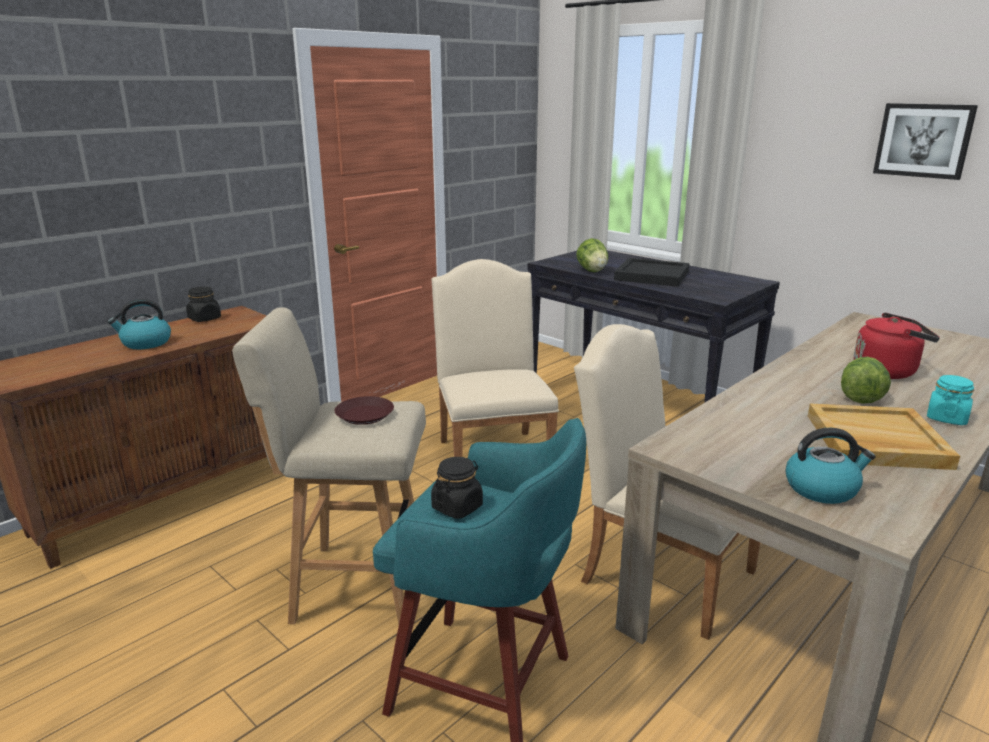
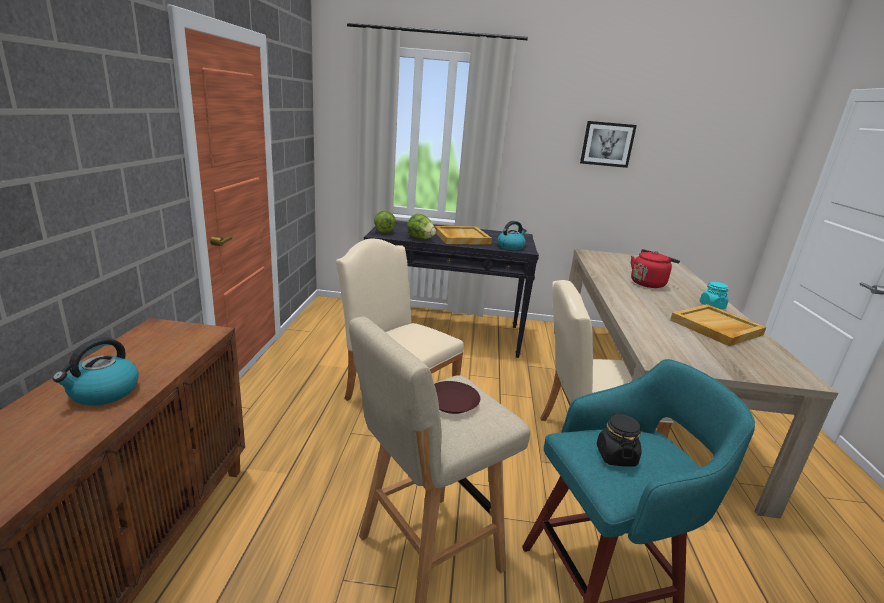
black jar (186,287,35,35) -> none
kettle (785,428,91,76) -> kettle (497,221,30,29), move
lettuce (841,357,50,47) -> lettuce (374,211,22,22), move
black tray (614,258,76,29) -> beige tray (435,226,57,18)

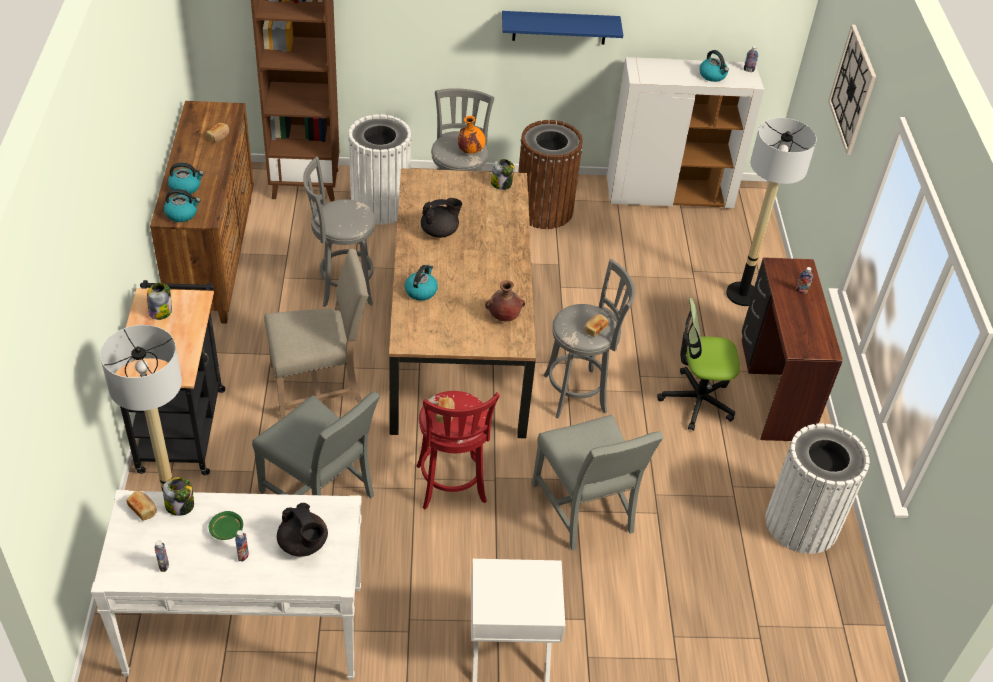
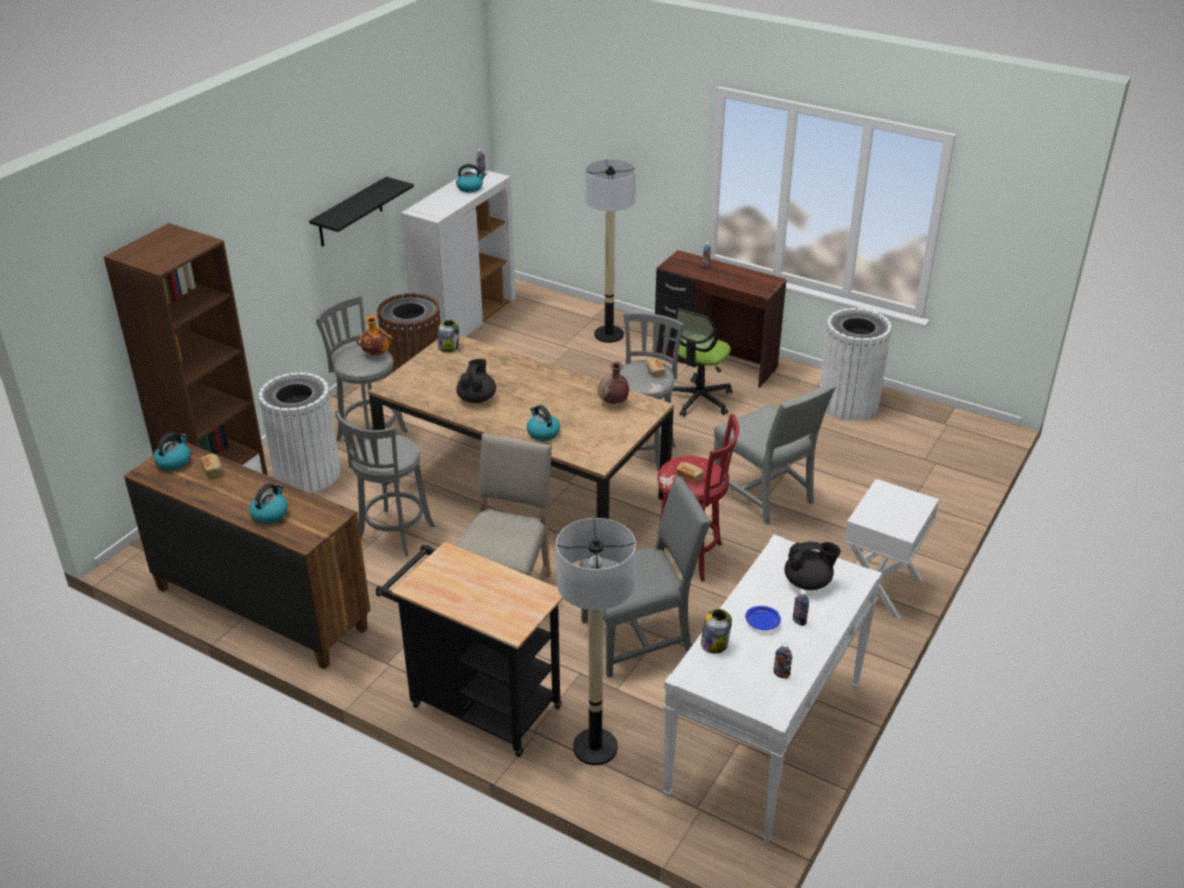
bread (126,491,31,30) -> none
jar (147,283,25,37) -> none
wall clock (828,24,48,131) -> none
kettle (164,189,37,33) -> kettle (153,432,38,39), move
green plate (209,511,34,29) -> blue plate (745,606,36,24)
blue shelf (502,11,121,34) -> black shelf (309,177,105,70)
grey chair (532,415,131,135) -> grey chair (714,383,122,142), 45 degrees clockwise

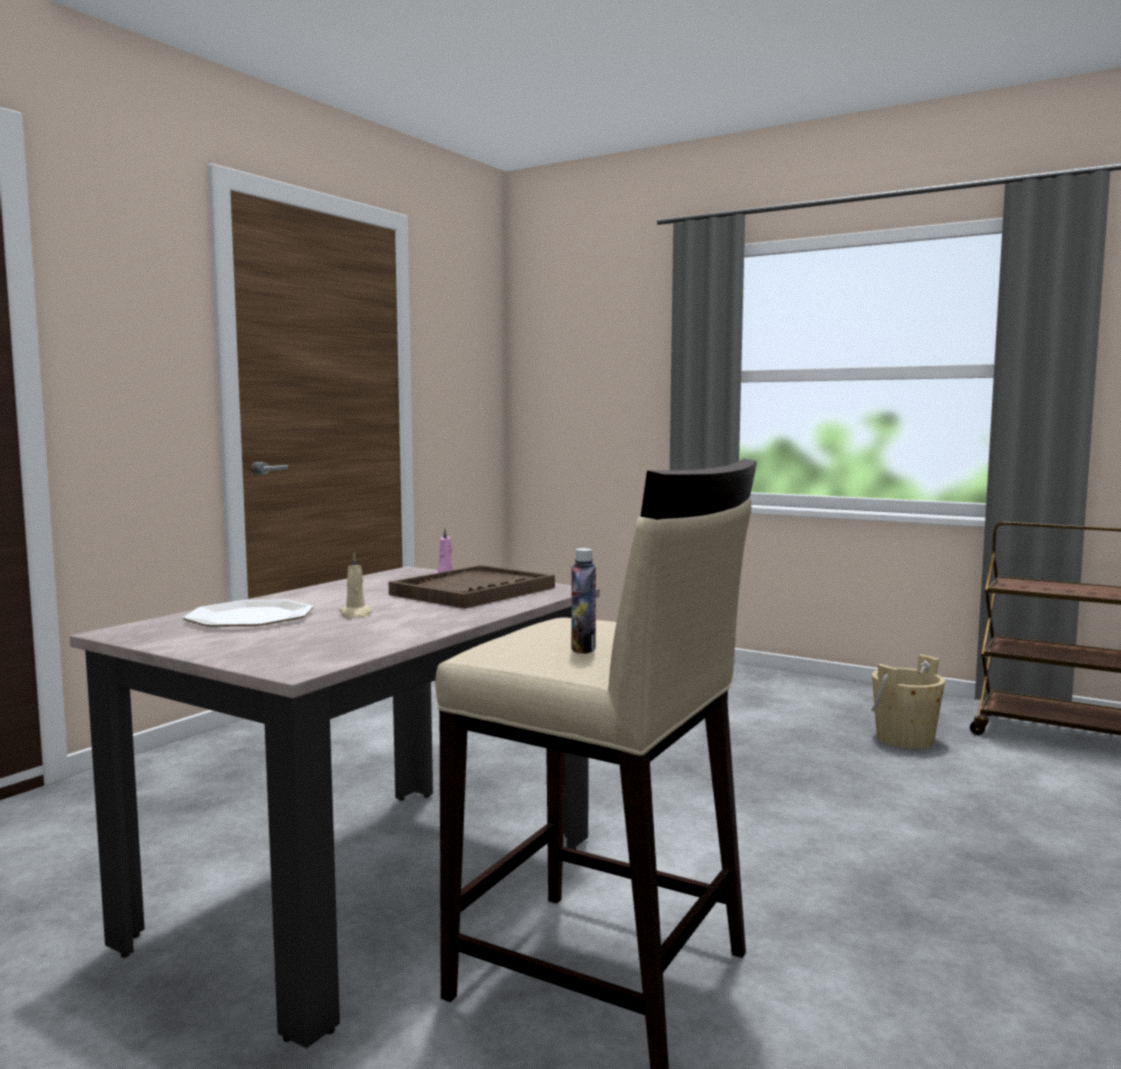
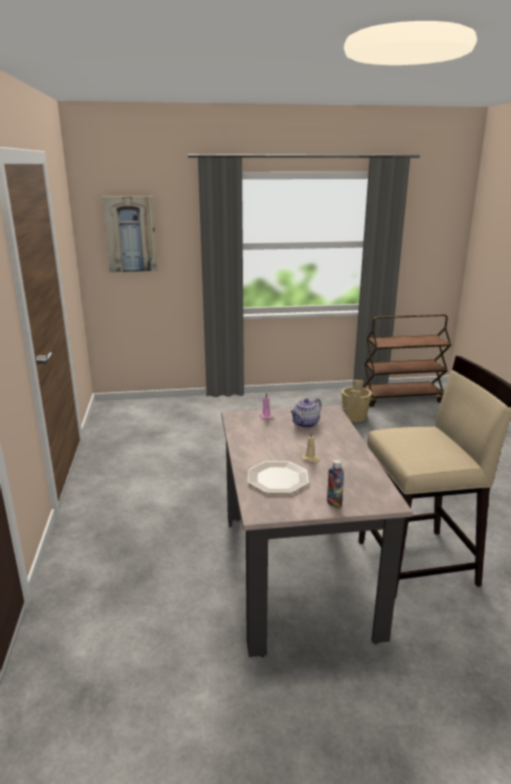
none -> picture (102,196,56,76)
bottle (571,548,25,106) -> bottle (327,460,17,48), move
brown tray (389,565,166,44) -> teapot (291,398,31,30)

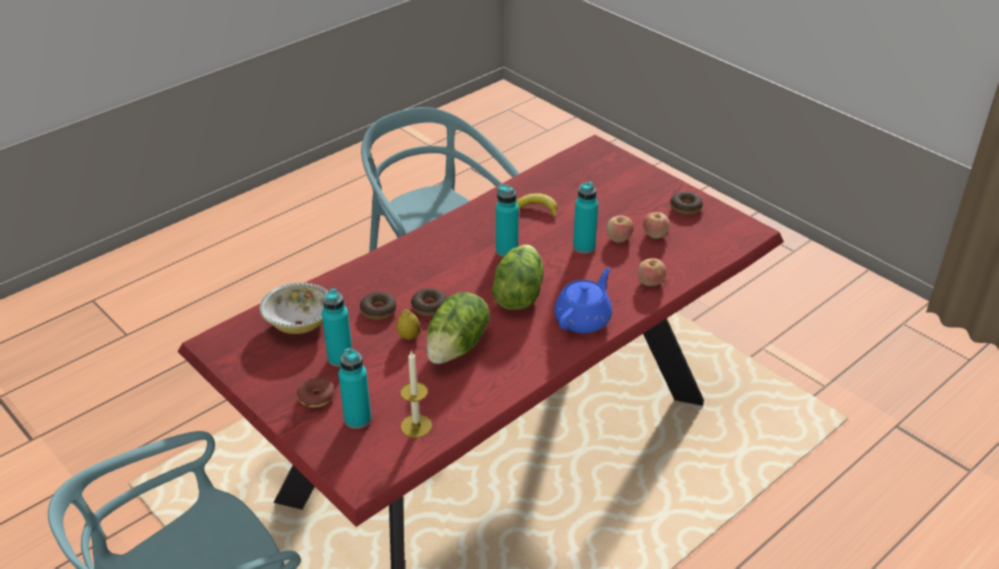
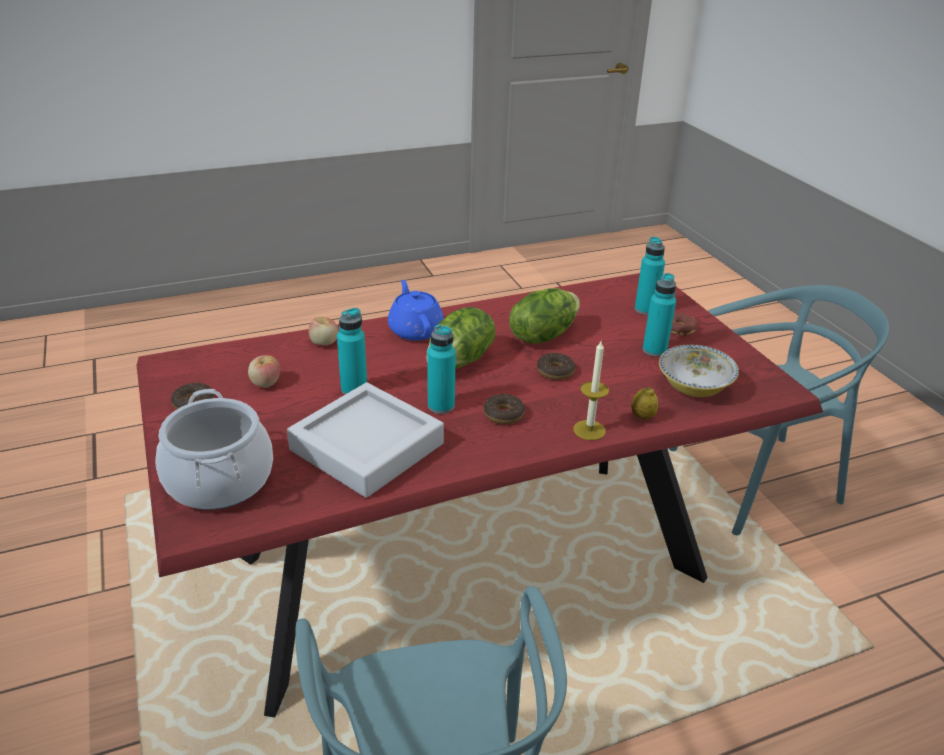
apple (606,215,28,28) -> none
none -> cooking pot (155,389,118,121)
donut (360,292,36,28) -> donut (483,394,42,30), move
lemon (397,310,24,30) -> lemon (631,387,27,33), move
candle (400,350,32,88) -> candle (573,341,36,99), move
banana (516,193,41,25) -> grey tray (287,382,157,116)
blue teapot (554,268,58,65) -> blue teapot (388,280,56,61), 105 degrees clockwise

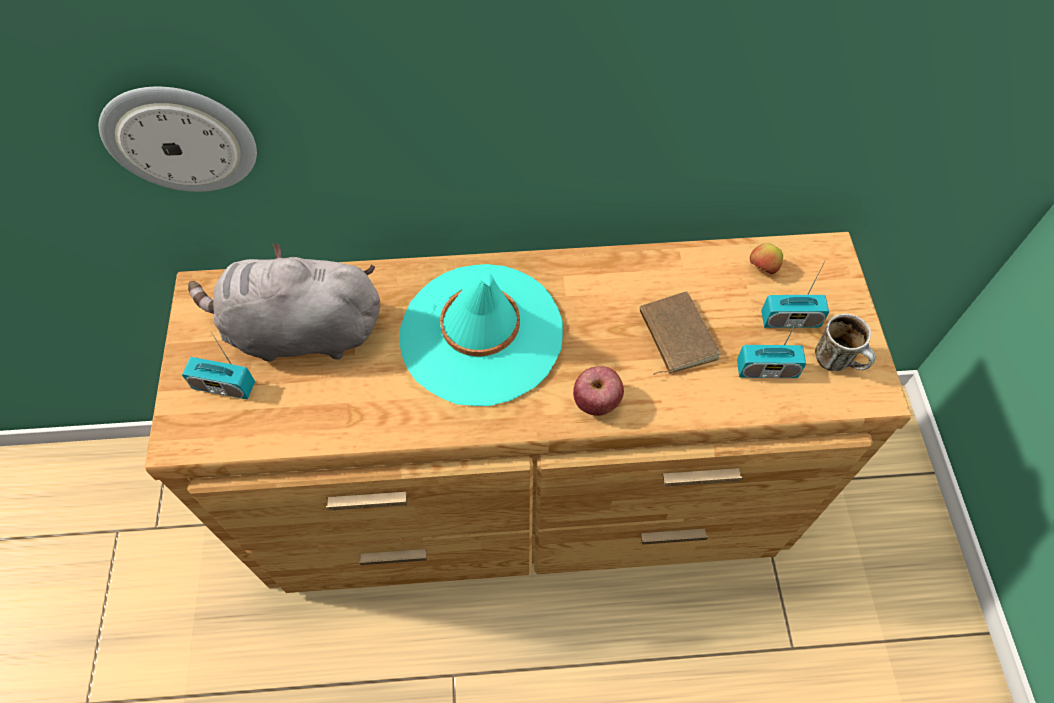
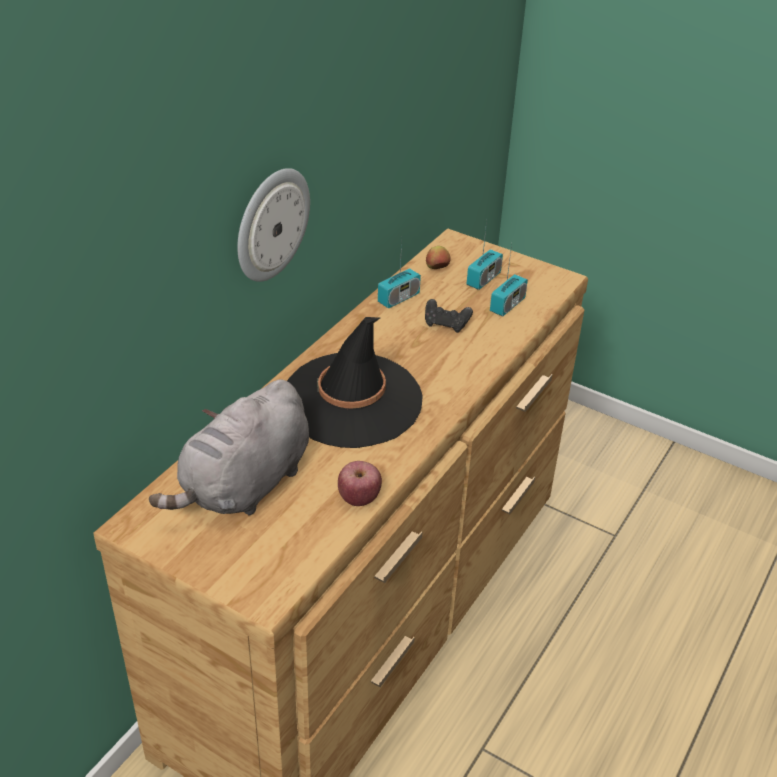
mug (815,314,60,57) -> none
wall clock (99,87,158,105) -> wall clock (237,168,73,114), move
radio (182,332,73,67) -> radio (378,241,43,67), move
apple (573,366,51,50) -> apple (338,461,44,45), move
brown book (640,291,81,84) -> black game controller (425,299,48,34)
turquoise hat (399,264,164,142) -> black hat (287,317,136,131)

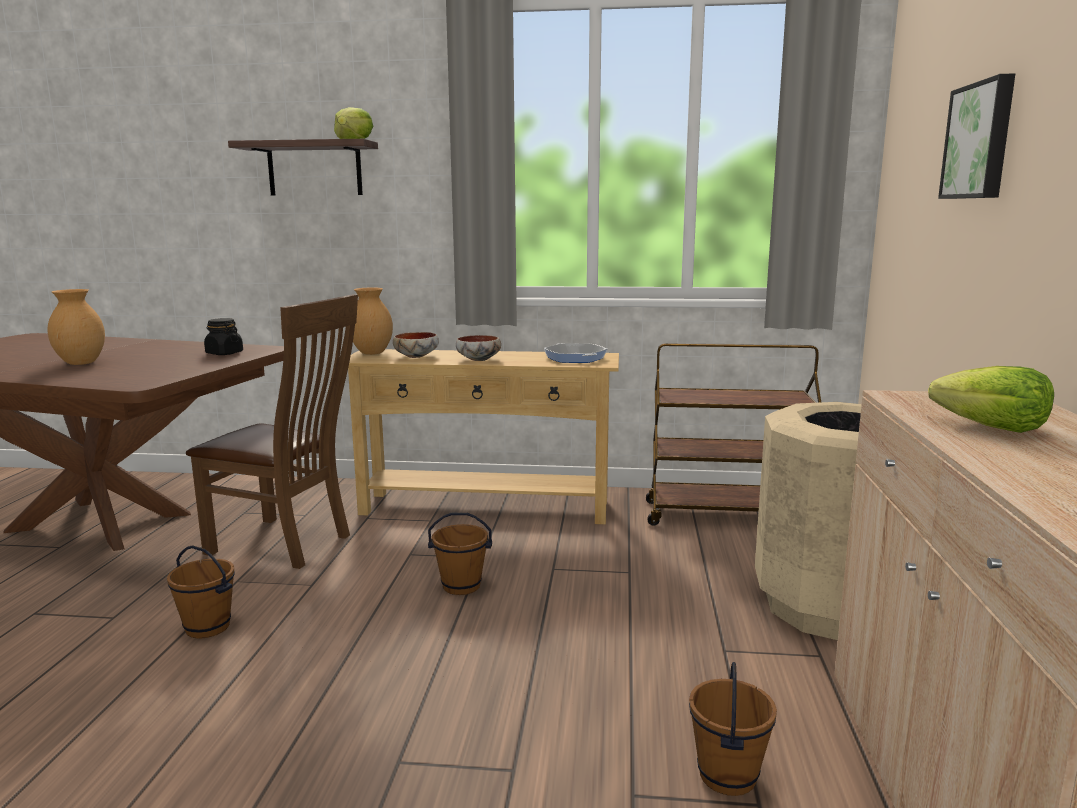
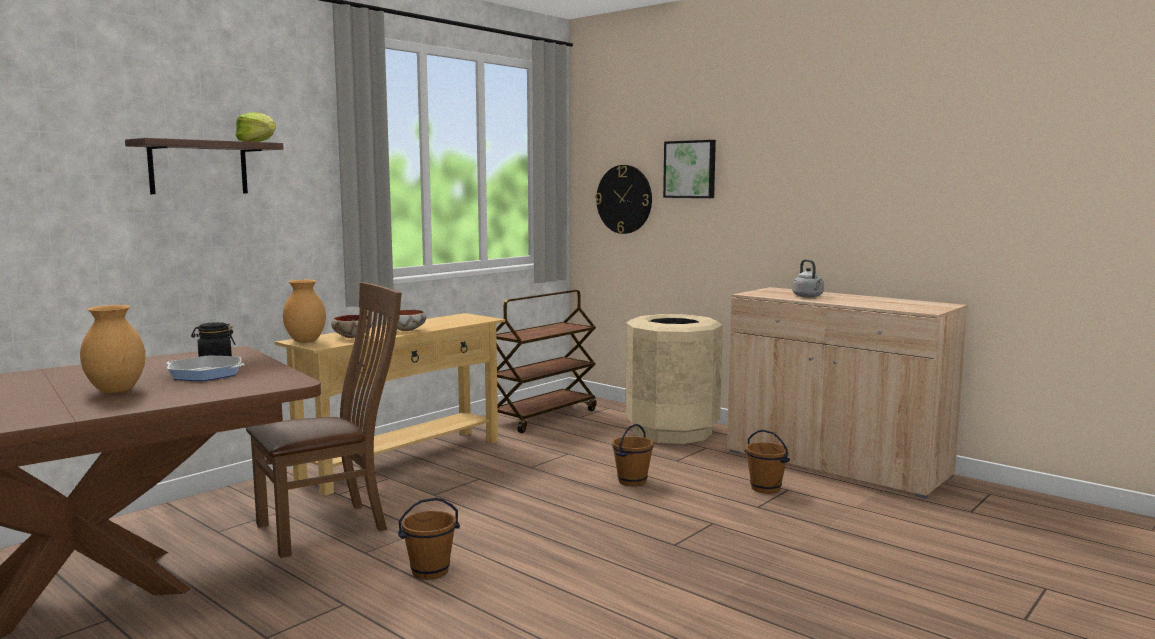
none -> wall clock (595,165,57,69)
brown bucket (428,512,64,83) -> brown bucket (612,424,42,62), move
frying pan (544,343,63,20) -> frying pan (166,356,79,25), move
lettuce (928,366,126,67) -> grey kettle (792,259,32,39)

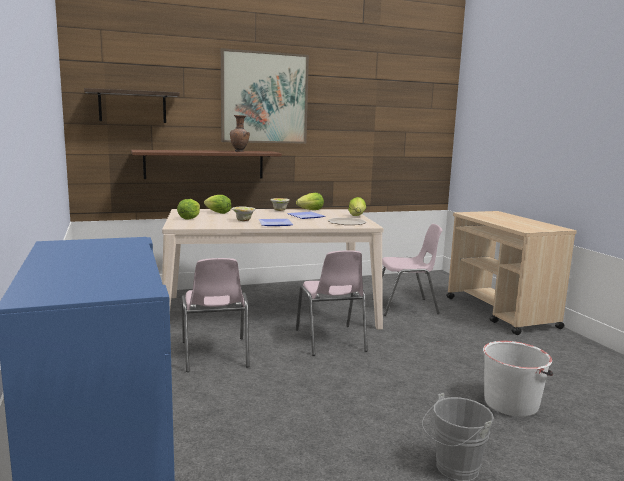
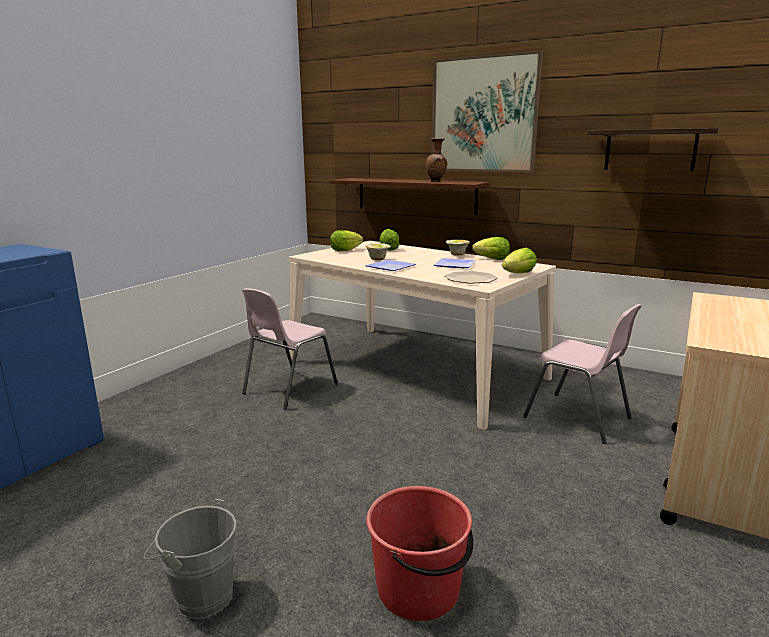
pink chair (296,250,72,106) -> none
shelf (84,88,96,35) -> shelf (588,128,131,43), move
white bucket (483,341,70,76) -> red bucket (366,486,107,135)

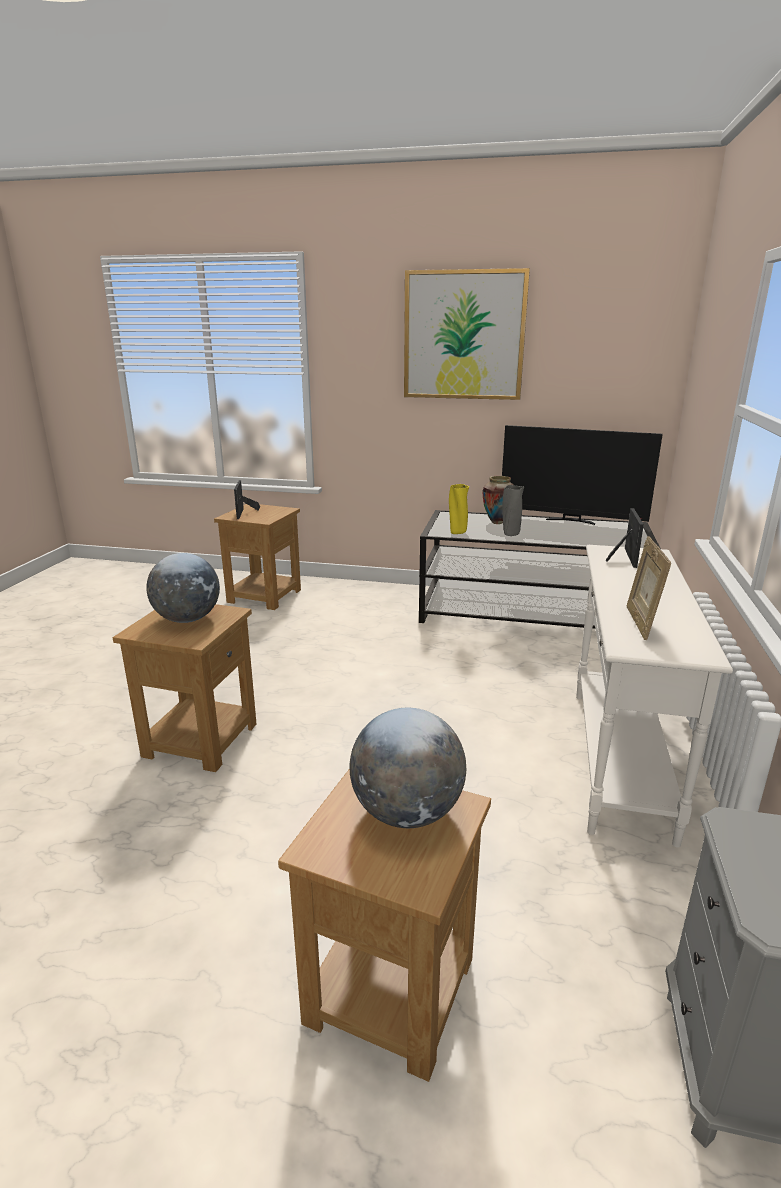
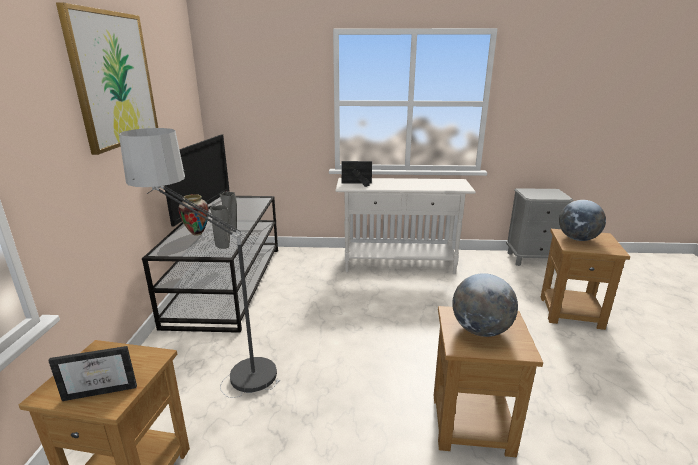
picture frame (627,536,44,104) -> none
none -> floor lamp (119,128,161,270)
yellow vase (449,484,20,50) -> grey vase (210,205,20,44)

